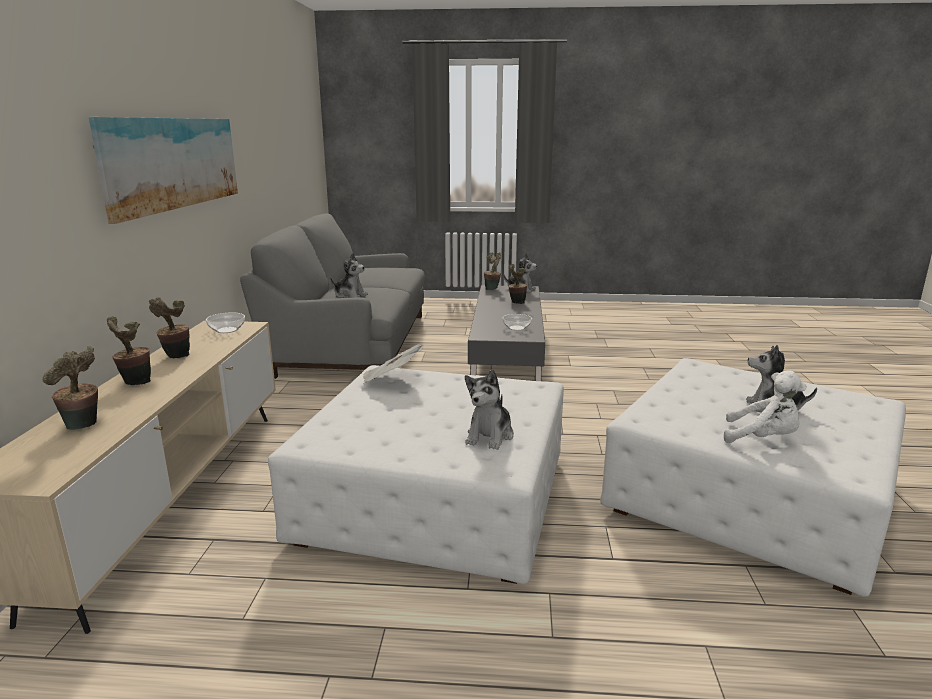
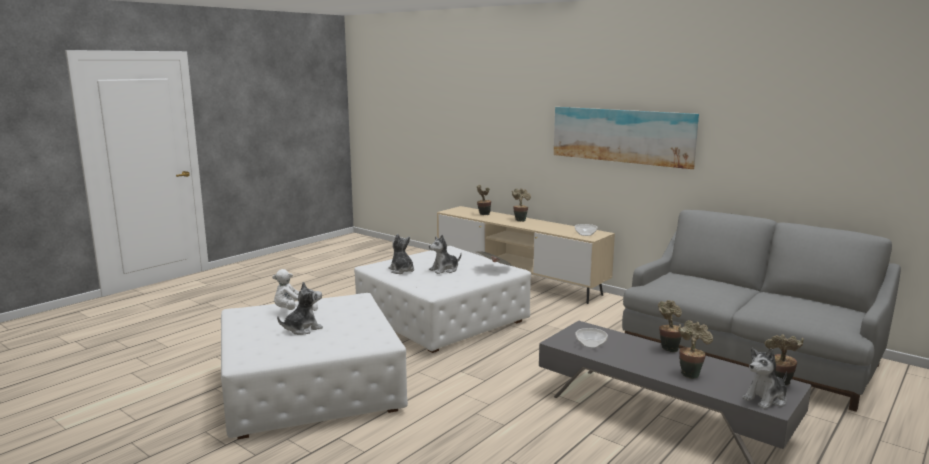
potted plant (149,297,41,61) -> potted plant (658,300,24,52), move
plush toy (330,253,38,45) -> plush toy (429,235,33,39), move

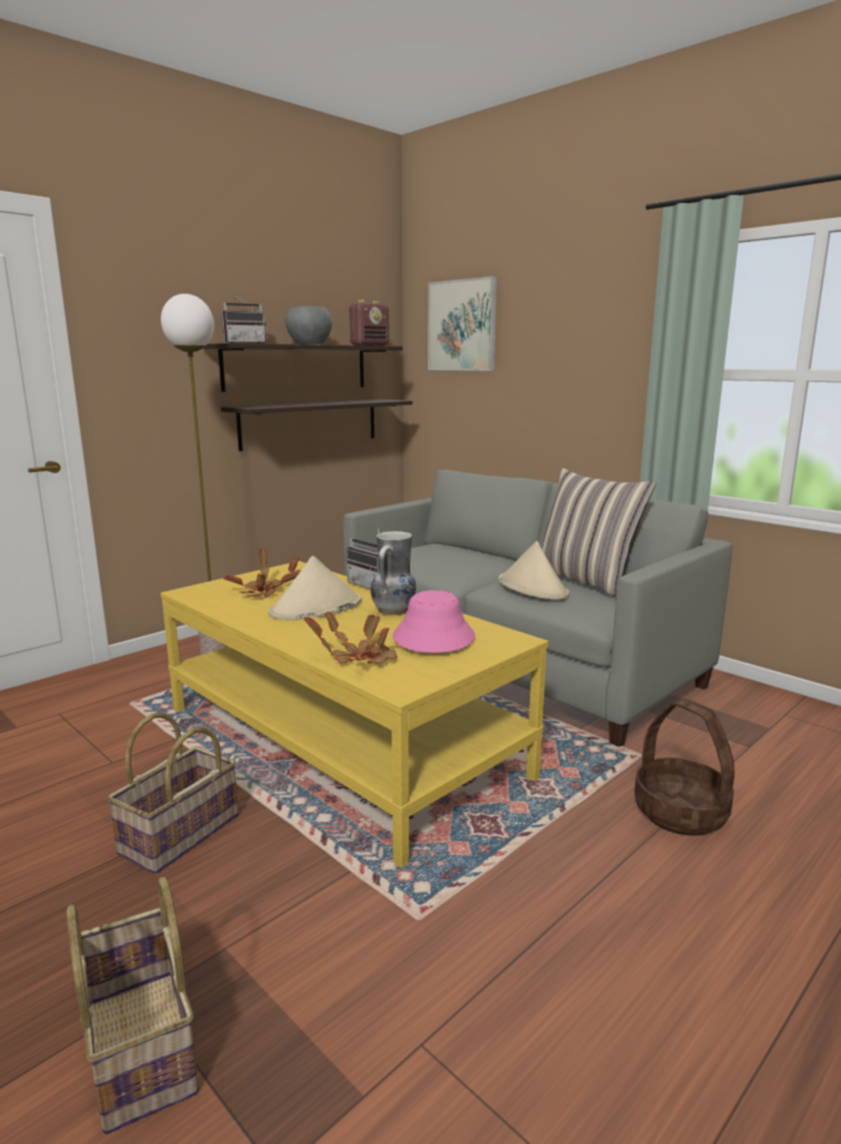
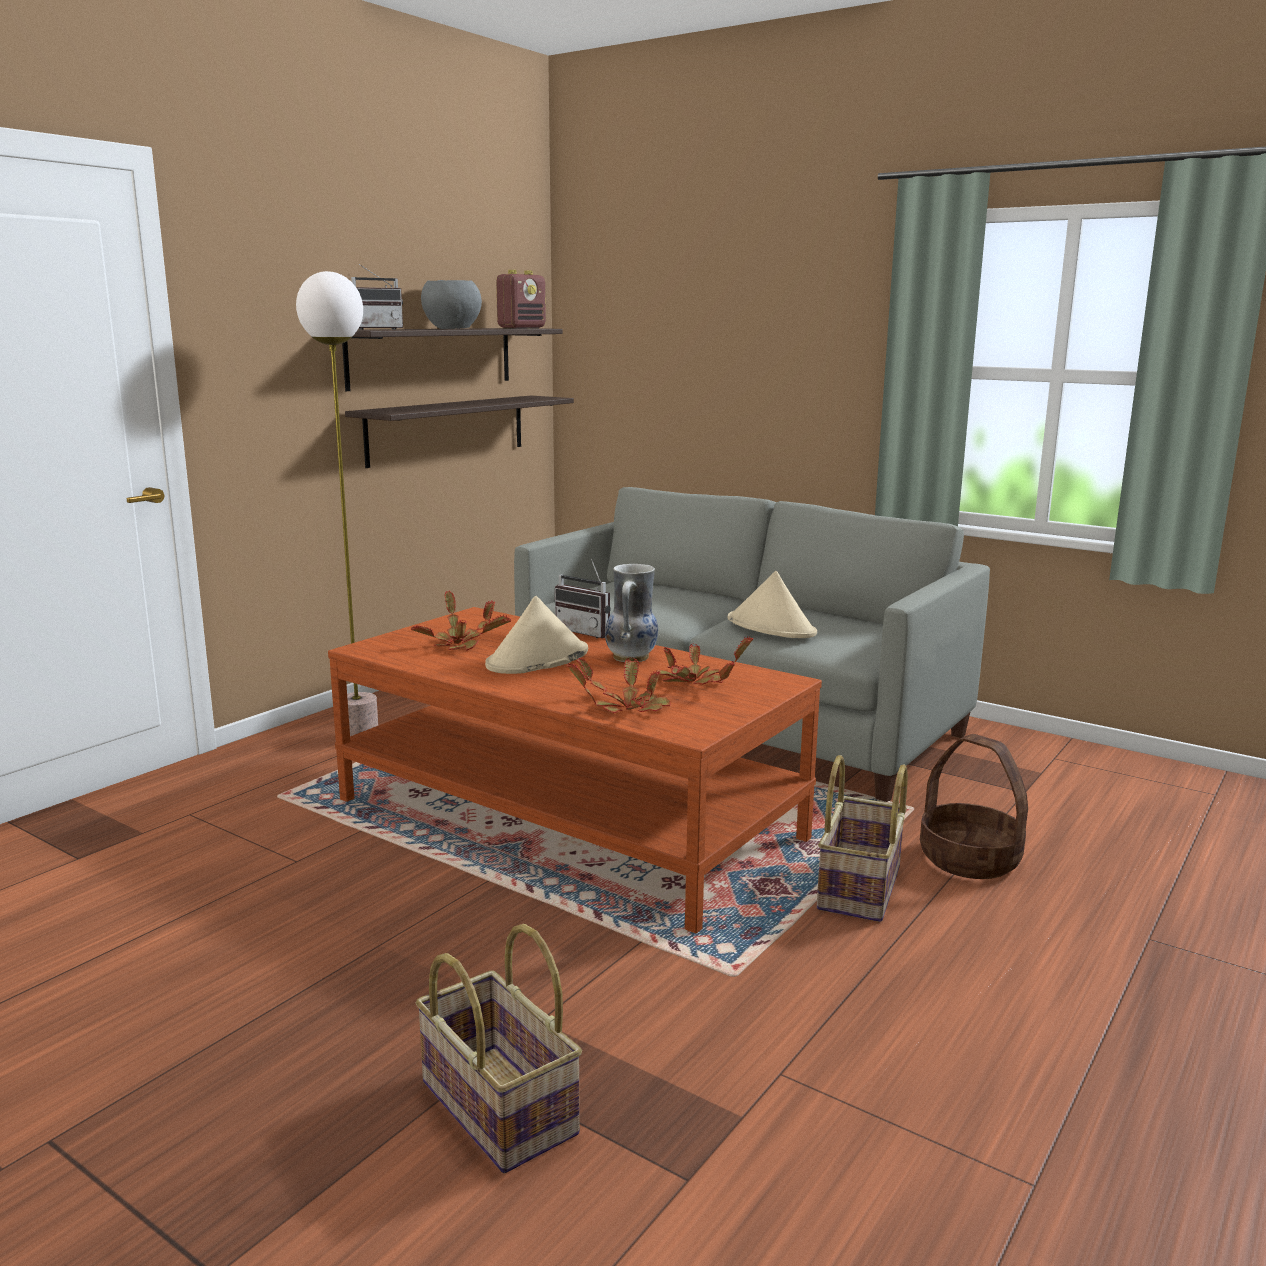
picture (428,276,69,95) -> none
pillow (540,468,116,129) -> none
basket (107,713,131,161) -> basket (817,755,91,167), move
pink hat (393,590,82,63) -> potted plant (656,636,97,49)
yellow coffee table (160,561,388,307) -> brown coffee table (328,607,494,326)

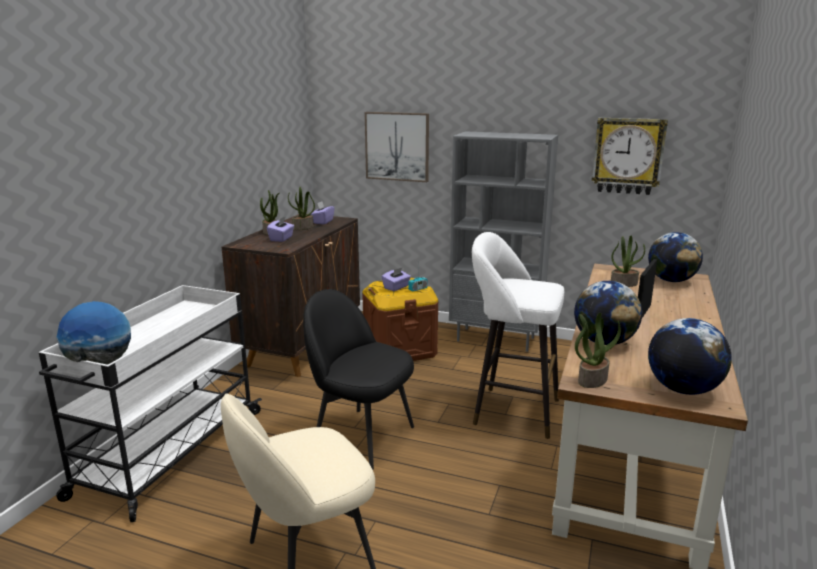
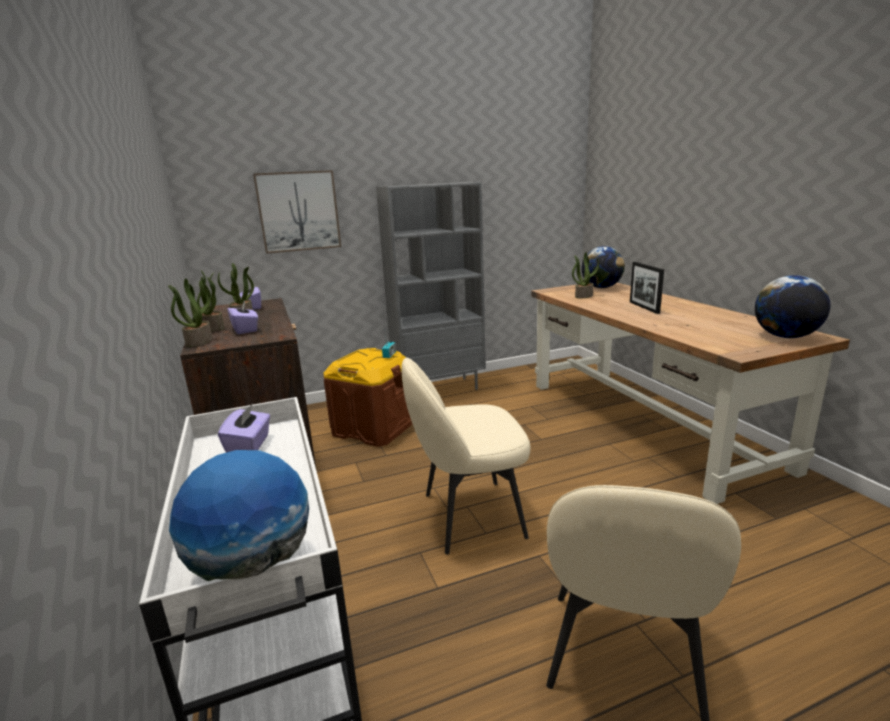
white stool (472,232,92,207) -> none
globe (574,281,68,64) -> none
wall clock (592,118,76,77) -> none
purple tissue box (382,267,29,24) -> purple tissue box (218,403,52,50), move
potted plant (575,312,46,76) -> potted plant (168,278,45,69), move
black chair (303,289,111,181) -> beige chair (401,357,129,198)

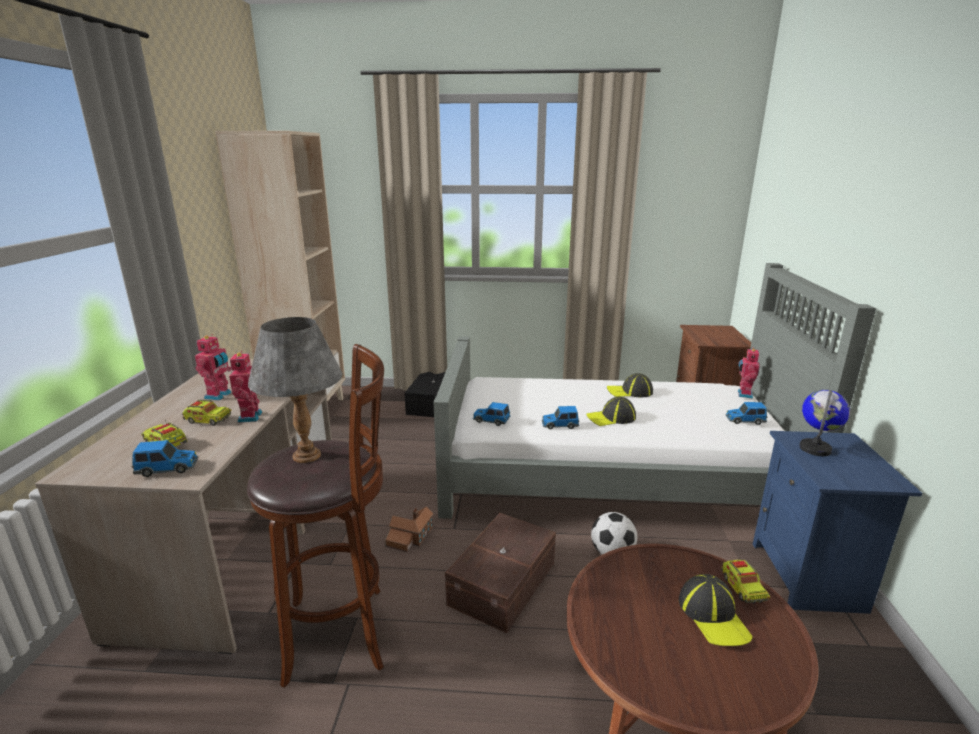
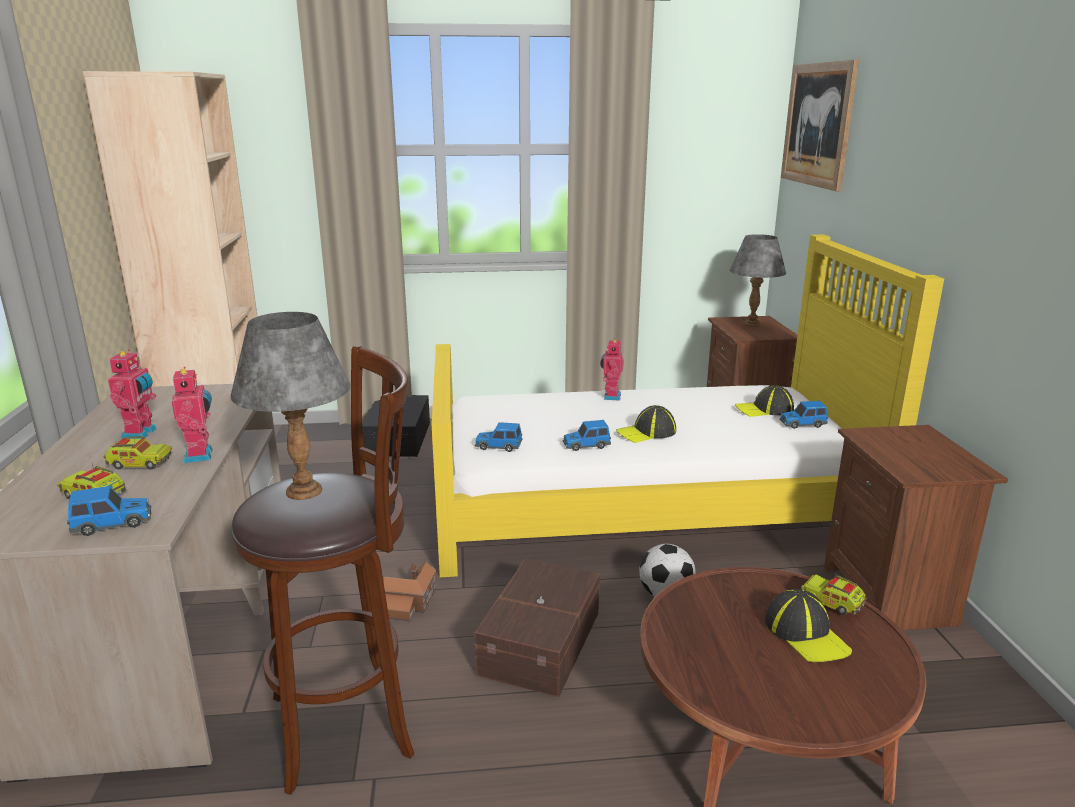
globe (799,390,51,66) -> none
none -> grey table lamp (730,234,56,93)
none -> picture (781,60,78,131)
cap (607,373,46,24) -> cap (735,385,59,32), move
toy robot (738,349,22,50) -> toy robot (600,338,24,63), move
grey bed (433,263,443,256) -> yellow bed (432,235,512,342)
blue nightstand (753,431,169,183) -> brown nightstand (824,425,184,205)
toy truck (721,559,49,45) -> toy truck (801,575,66,40), 150 degrees clockwise

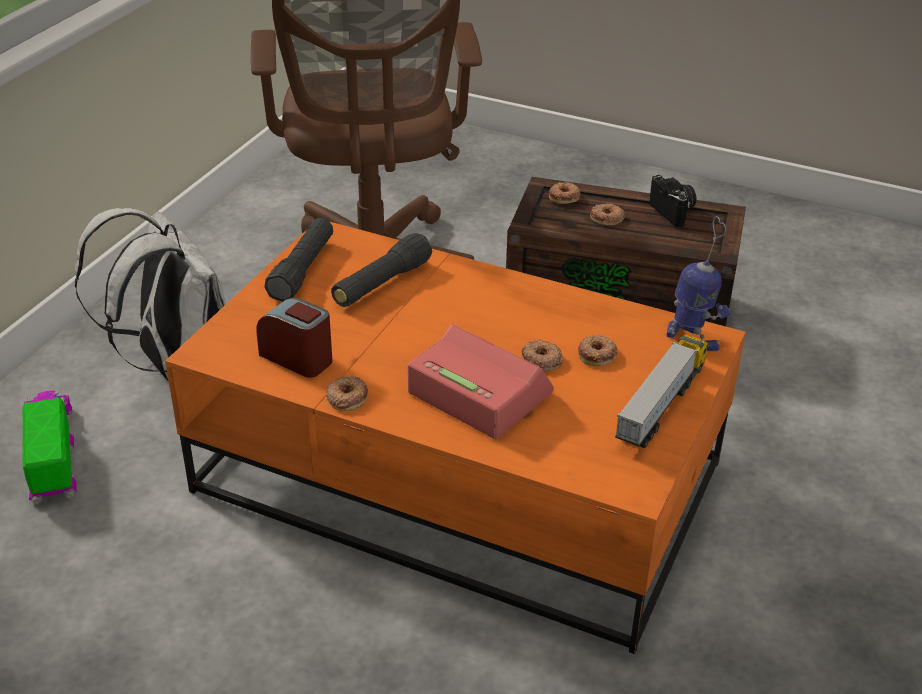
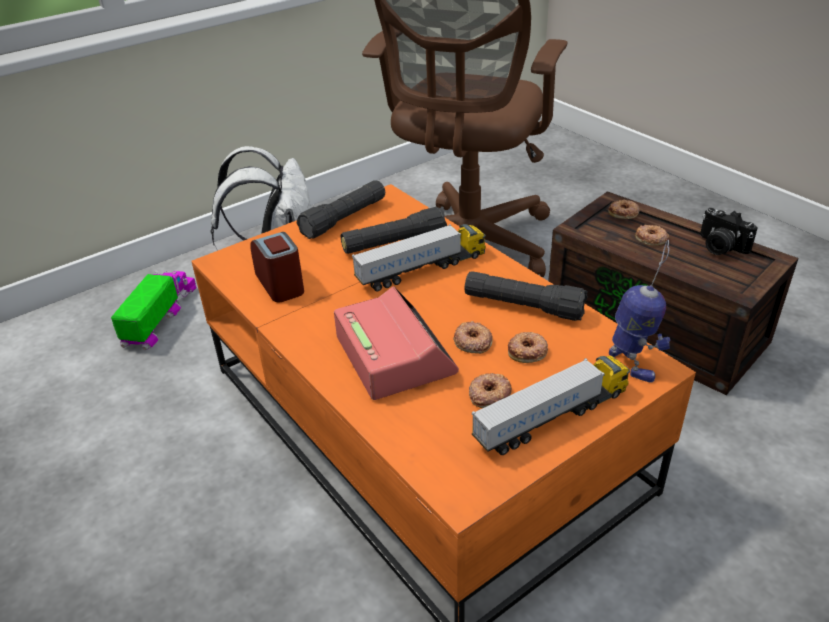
none -> toy truck (352,224,134,67)
none -> black flashlight (464,271,124,50)
donut (326,375,42,36) -> donut (469,373,43,35), move
photo camera (649,175,47,52) -> photo camera (700,208,57,47), 135 degrees clockwise

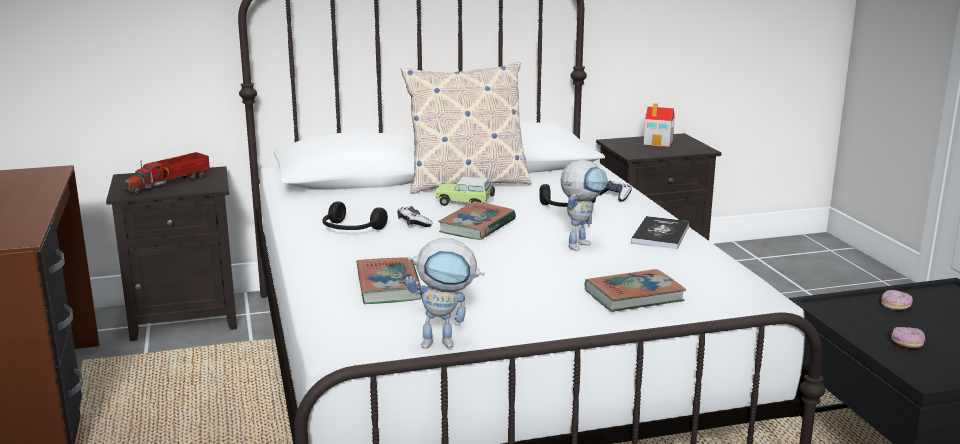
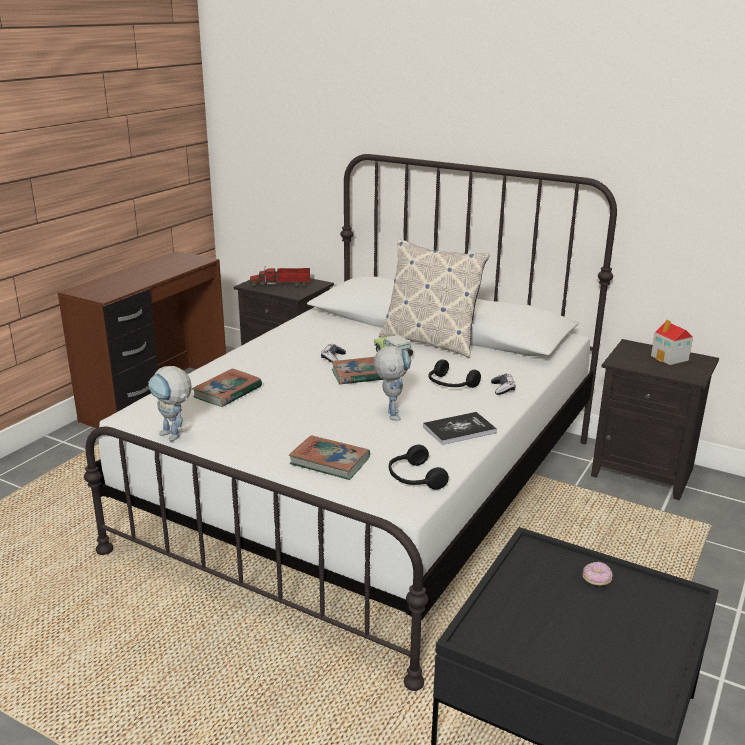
donut (891,327,34,21) -> none
black headphones (322,201,66,29) -> black headphones (389,445,60,45), move
toy robot (560,160,48,91) -> toy robot (373,346,38,75), 90 degrees counterclockwise

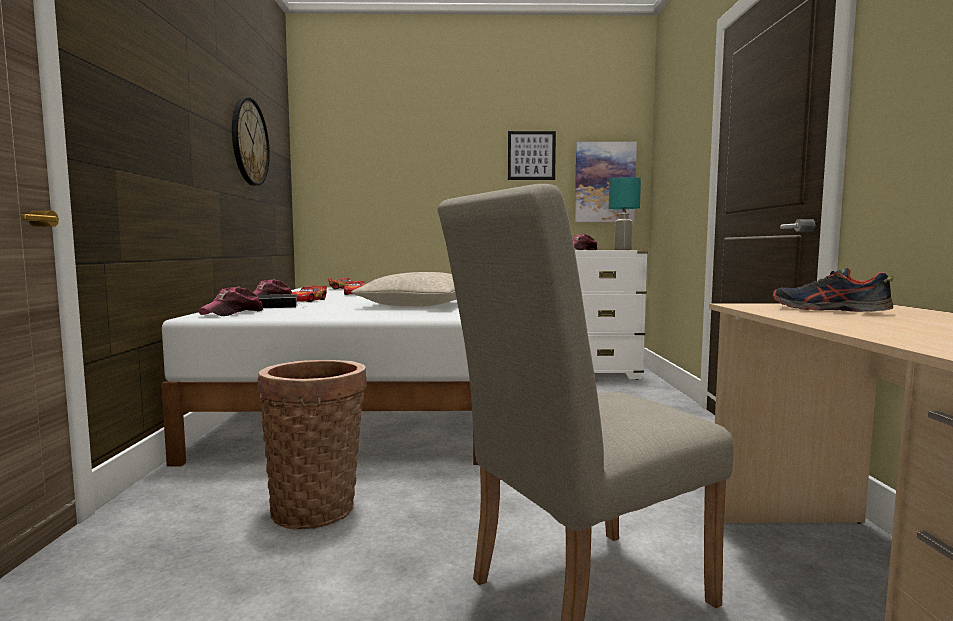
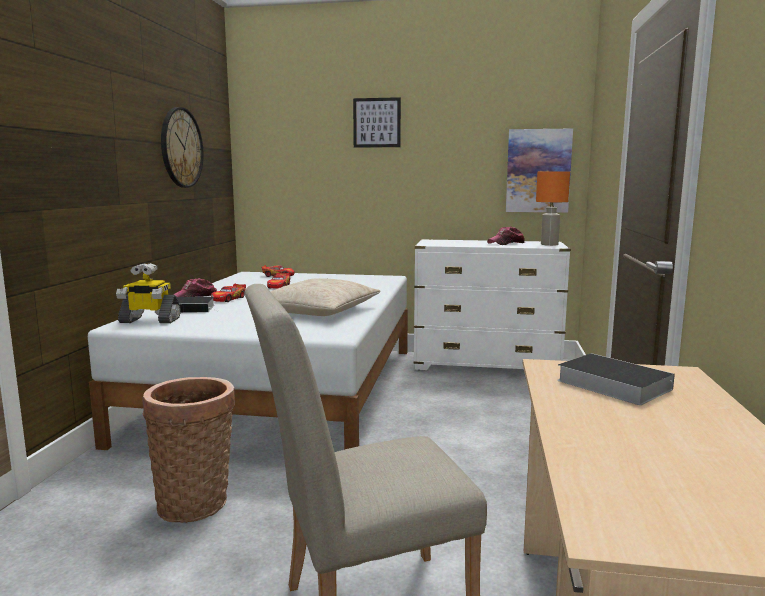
picture (508,131,48,49) -> picture (353,97,48,51), move
cap (198,286,65,30) -> toy robot (116,263,65,60)
shoe (773,268,120,44) -> book (557,353,118,52)
turquoise table lamp (609,177,32,73) -> orange table lamp (536,171,34,75)

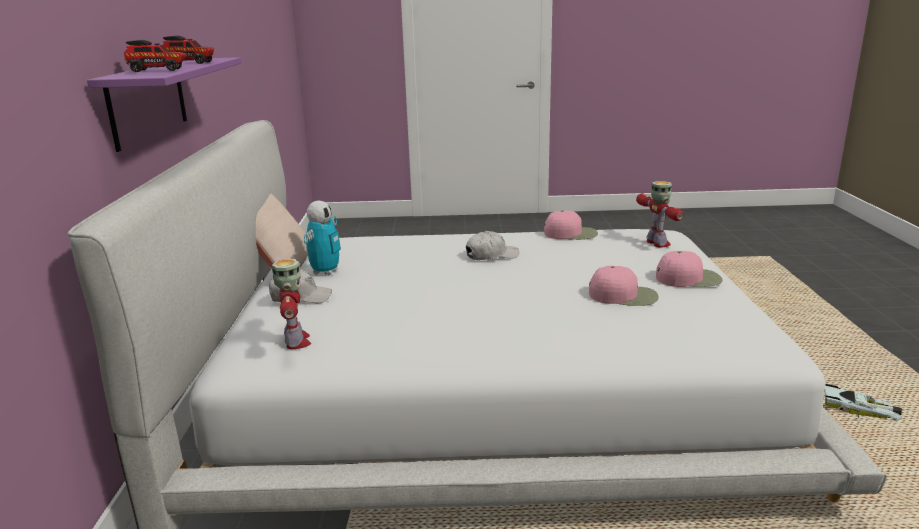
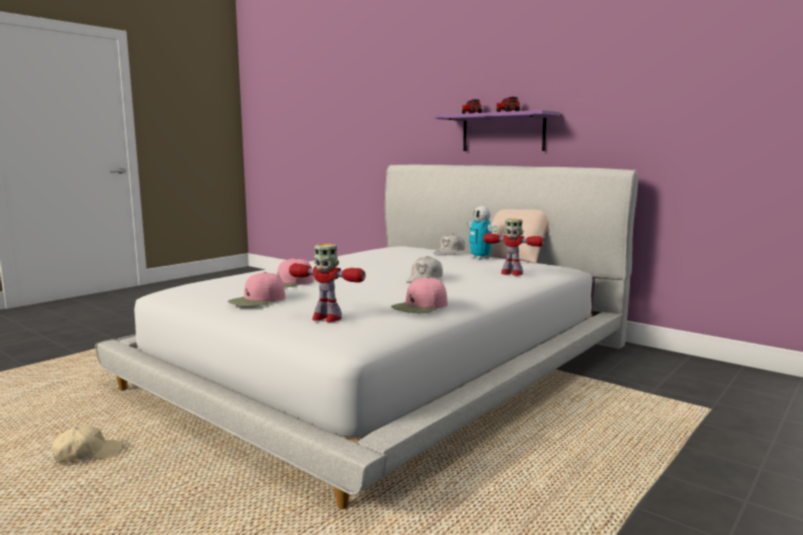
toy robot (272,259,39,90) -> toy robot (483,219,61,57), move
toy car (824,384,78,37) -> beige cap (52,425,71,38)

